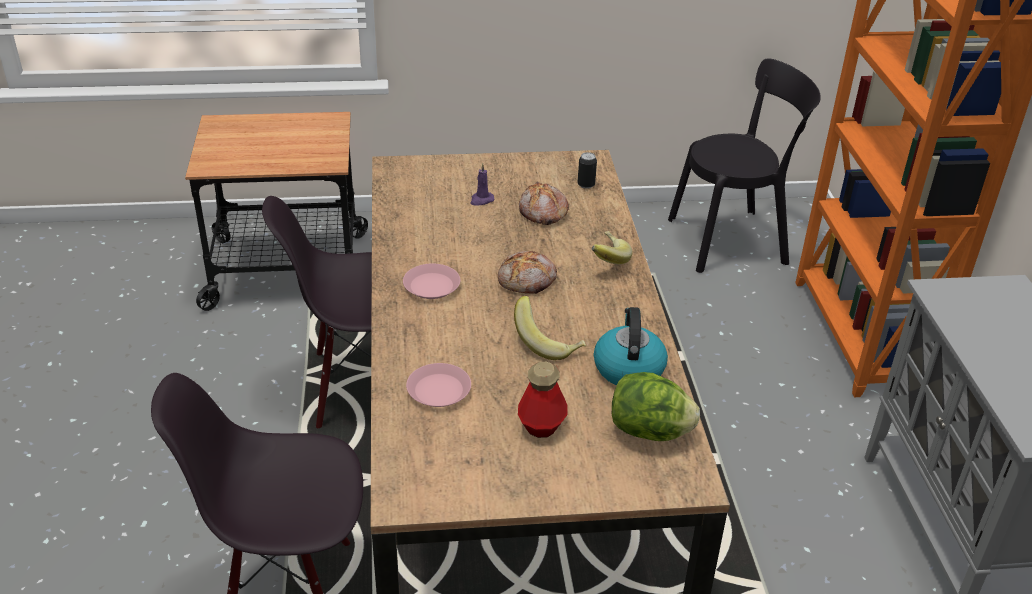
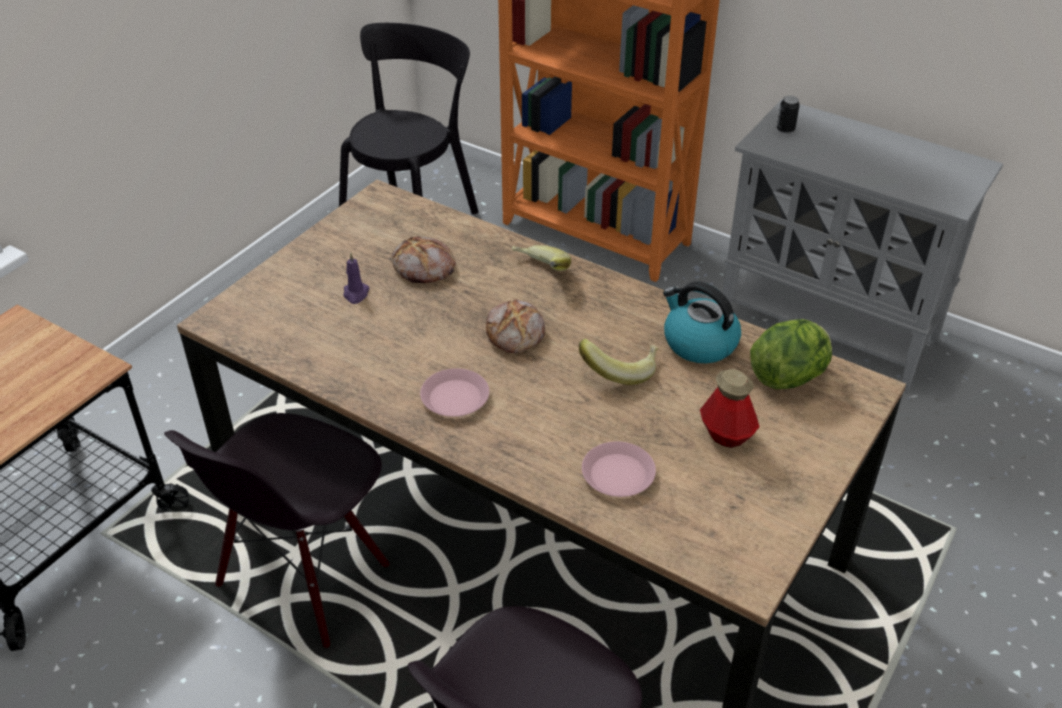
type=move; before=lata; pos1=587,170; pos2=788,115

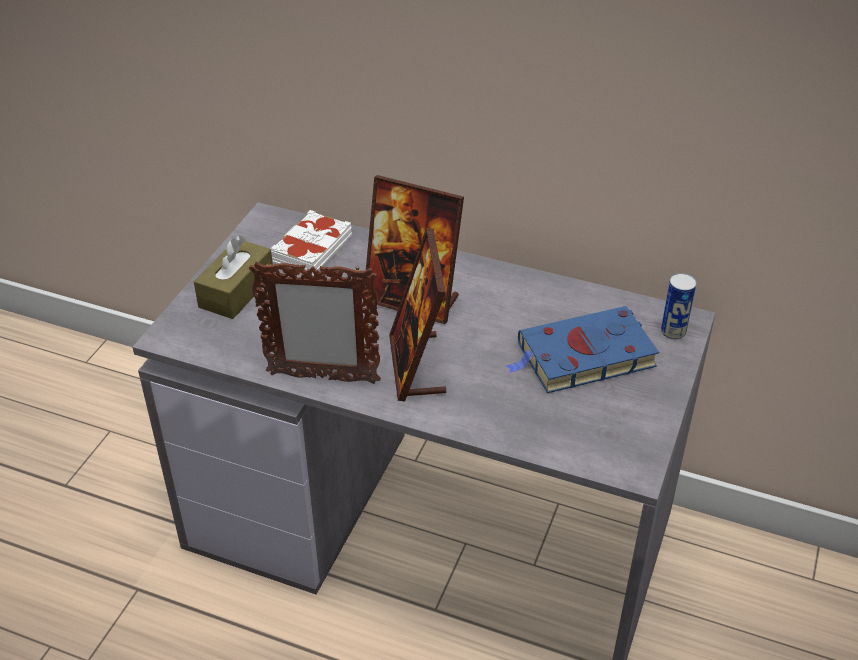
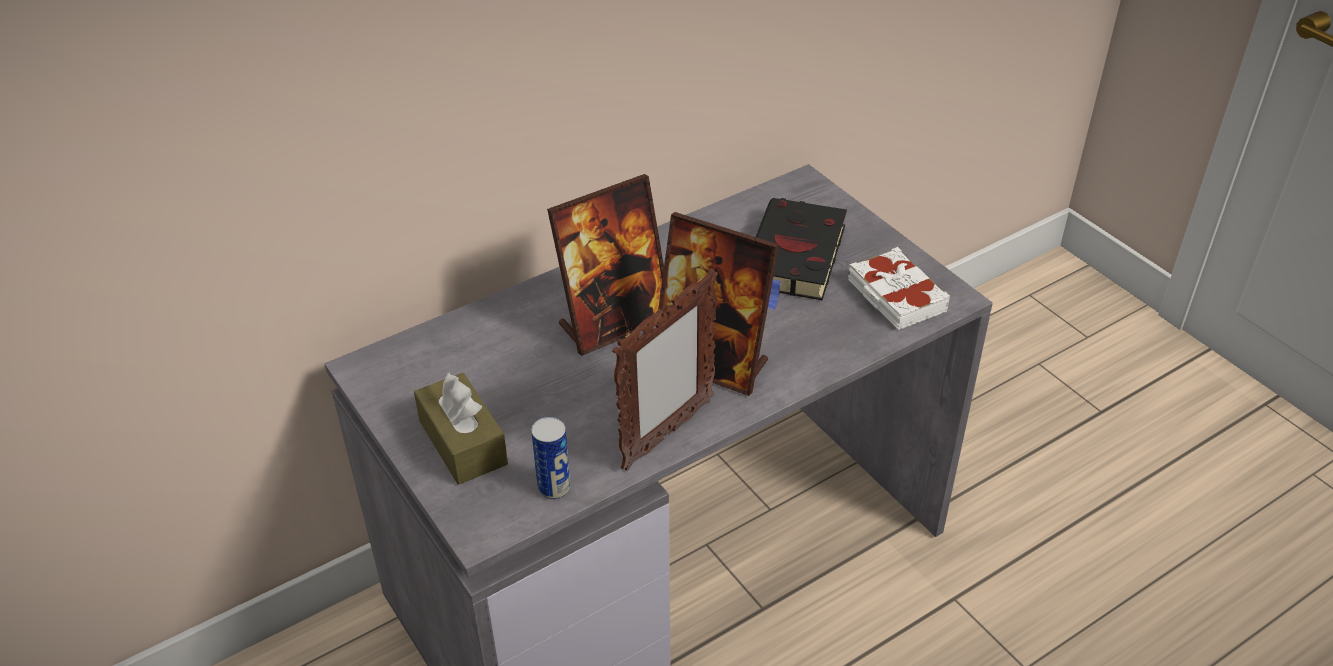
type=move; before=libro/blanco; pos1=311,243; pos2=899,288
type=recolor; before=libro/azul; after=libro/negro; pos1=582,349; pos2=801,254
type=move; before=lata; pos1=678,306; pos2=551,458

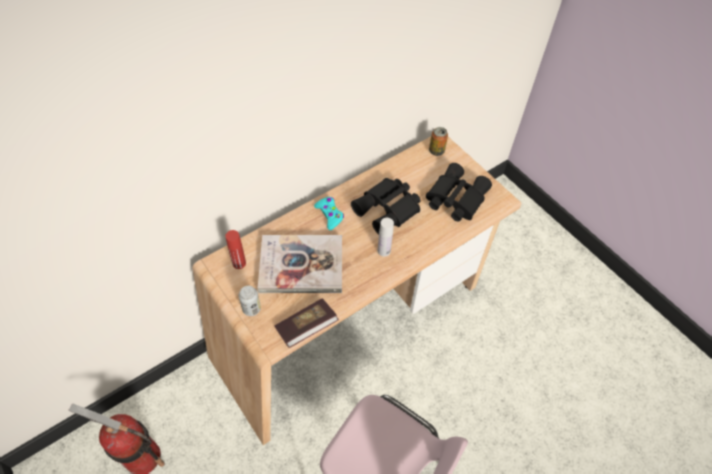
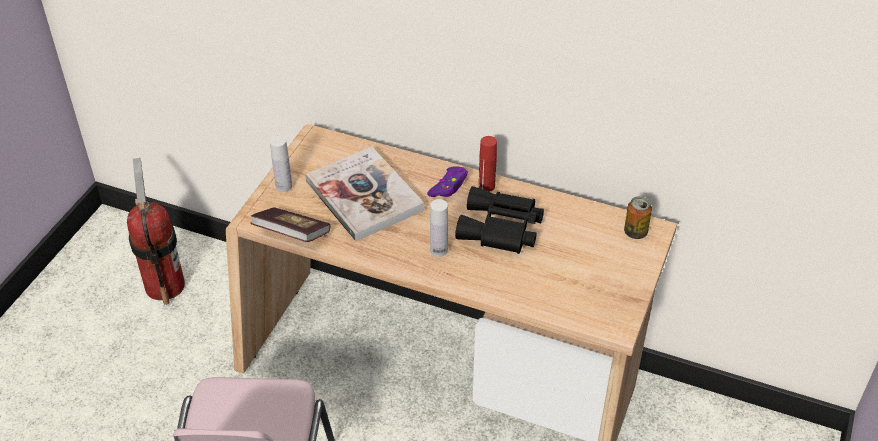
type=move; before=botella/rojo; pos1=235,249; pos2=488,164
type=replace; before=lata; after=botella/blanco; pos1=250,301; pos2=281,164
type=recolor; before=mando de consola/turquesa; after=mando de consola/morado; pos1=329,213; pos2=447,181
type=delete; before=prismáticos/negro; pos1=459,192

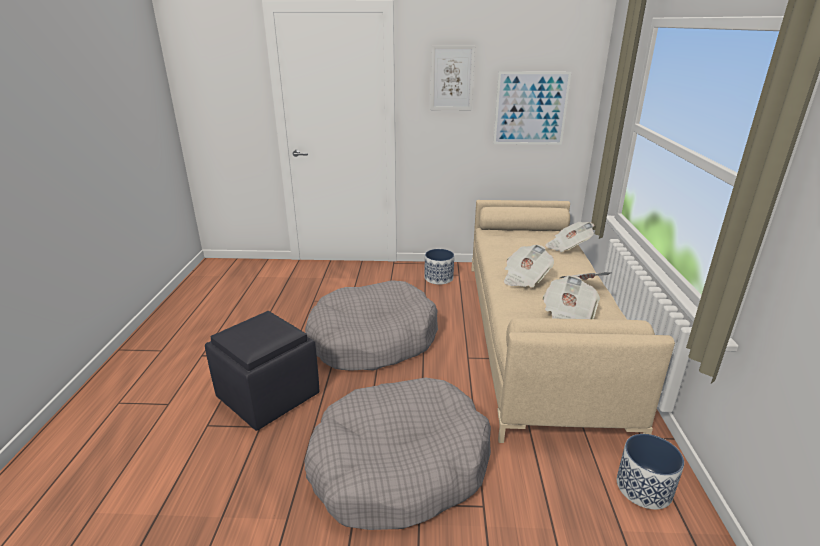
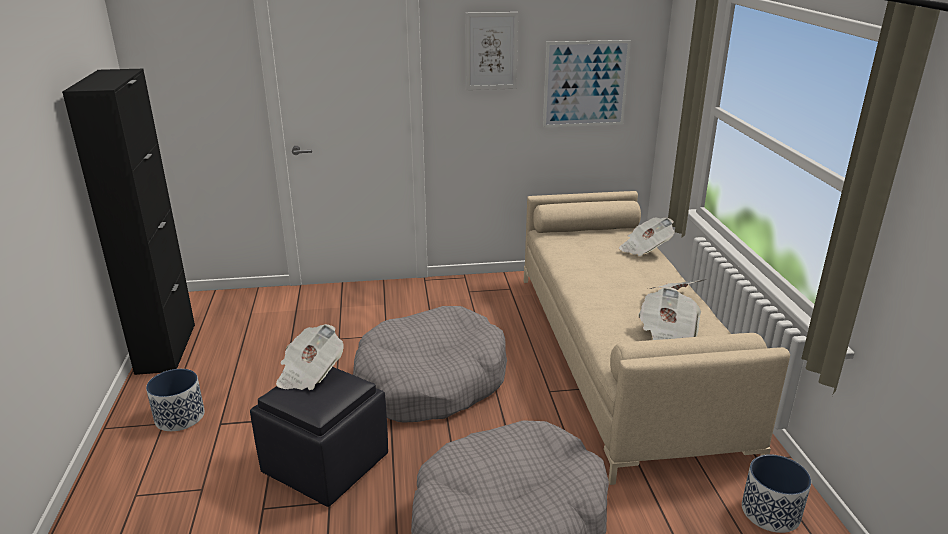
type=move; before=maceta; pos1=439,267; pos2=175,400
type=move; before=periódico; pos1=529,266; pos2=310,357
type=insert; after=armario/negro; pos2=128,222

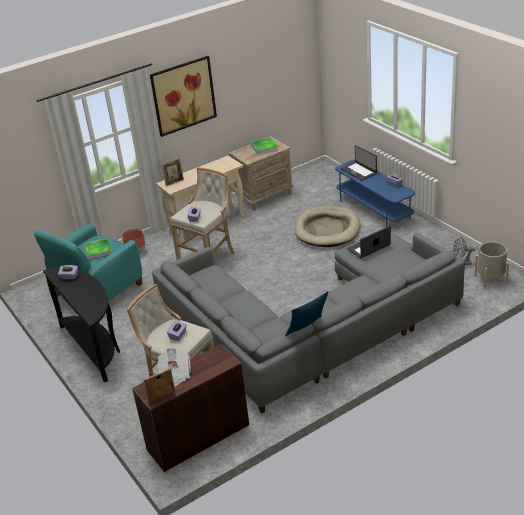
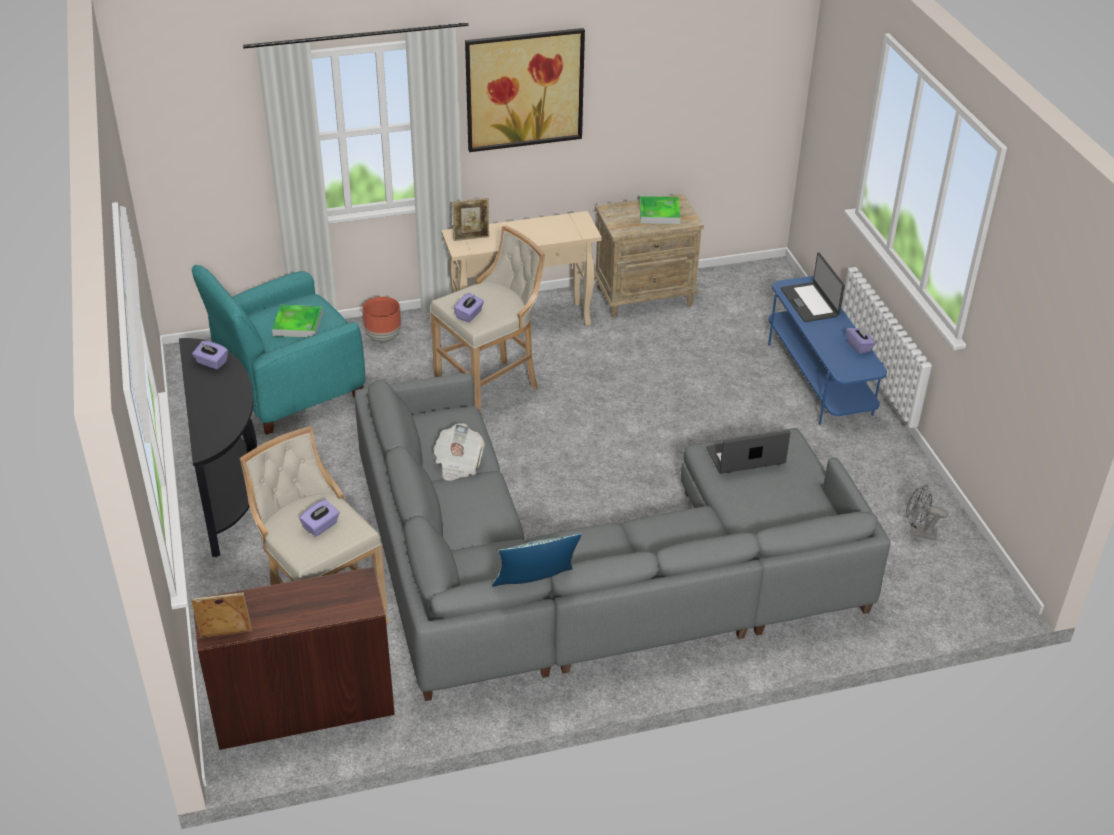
type=move; before=periódico; pos1=174,367; pos2=459,452
type=delete; before=cama para perro/beis; pos1=327,226
type=delete; before=maceta/gris; pos1=491,265

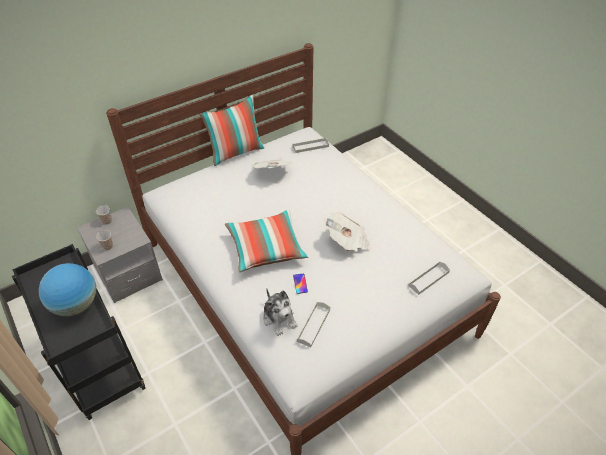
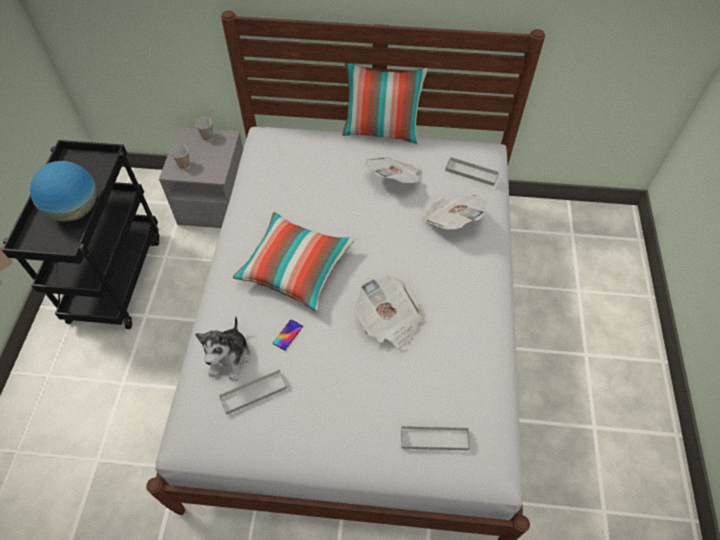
type=insert; after=periódico; pos2=455,212

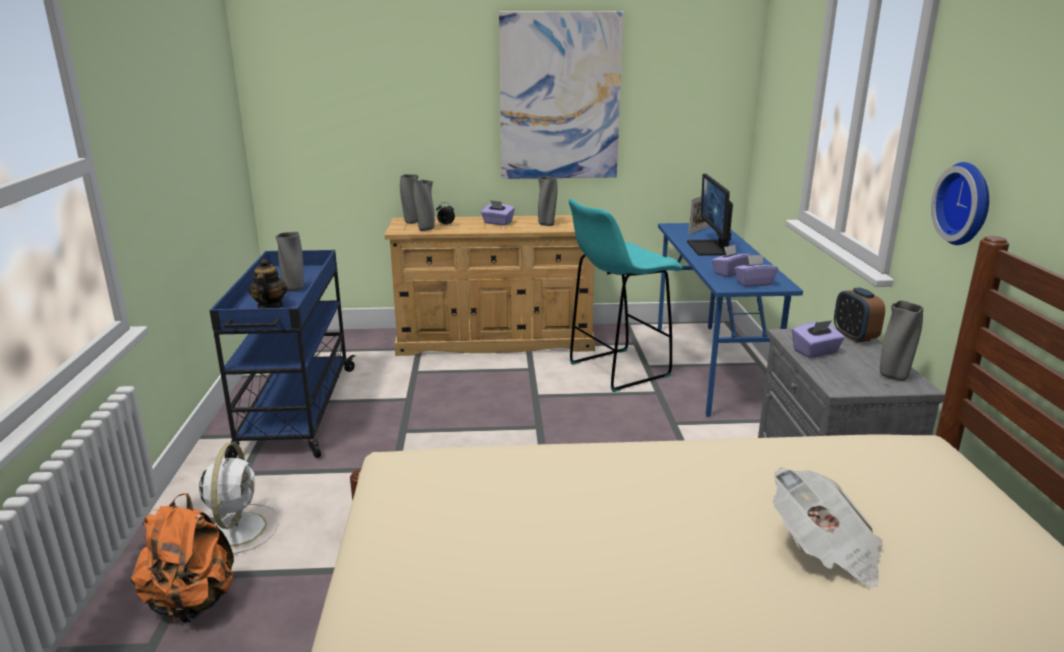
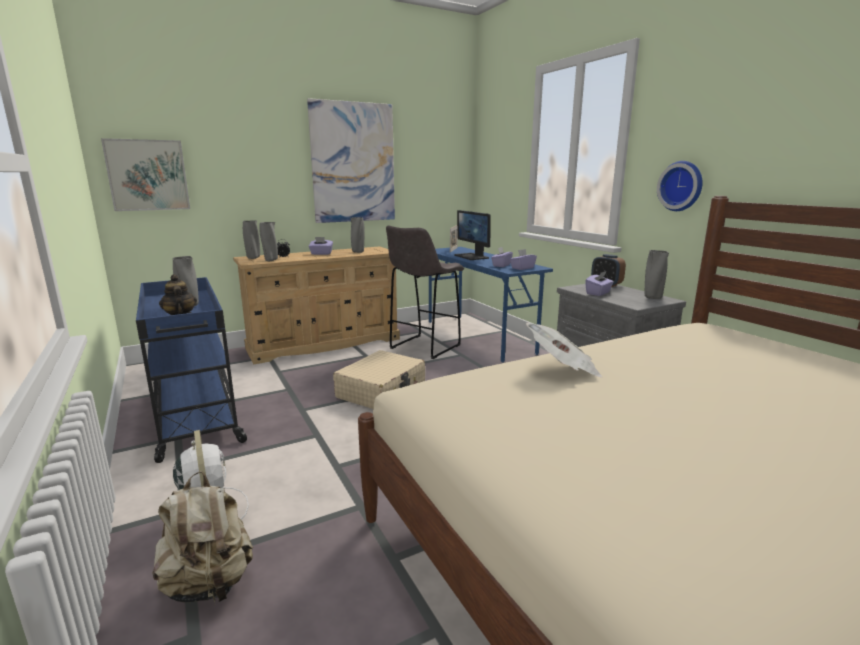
type=recolor; before=mochila/naranja; after=mochila/beis; pos1=182,558; pos2=202,537
type=recolor; before=taburete/turquesa; after=taburete/gris; pos1=626,295; pos2=425,292
type=move; before=periódico; pos1=828,527; pos2=564,350
type=insert; after=cuadro; pos2=145,174
type=insert; after=maleta/beis; pos2=379,379

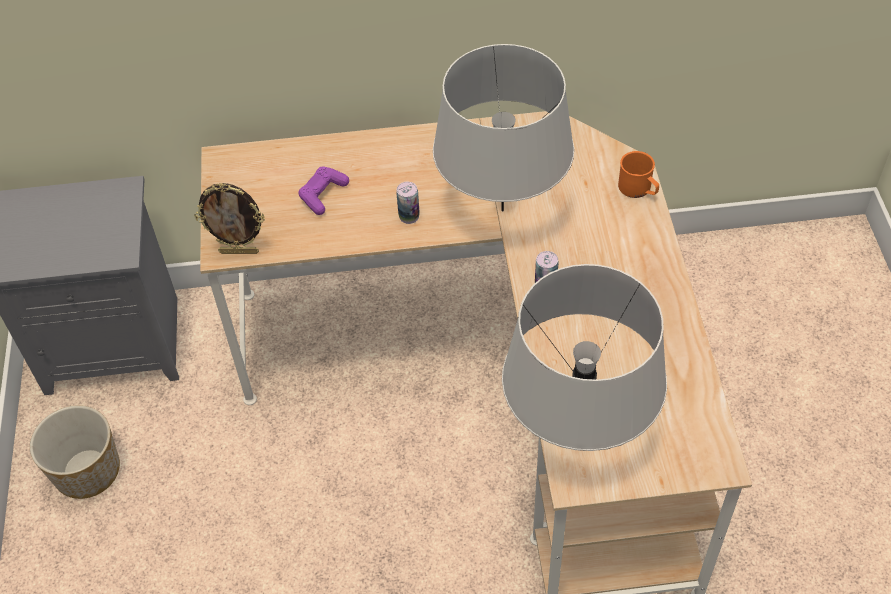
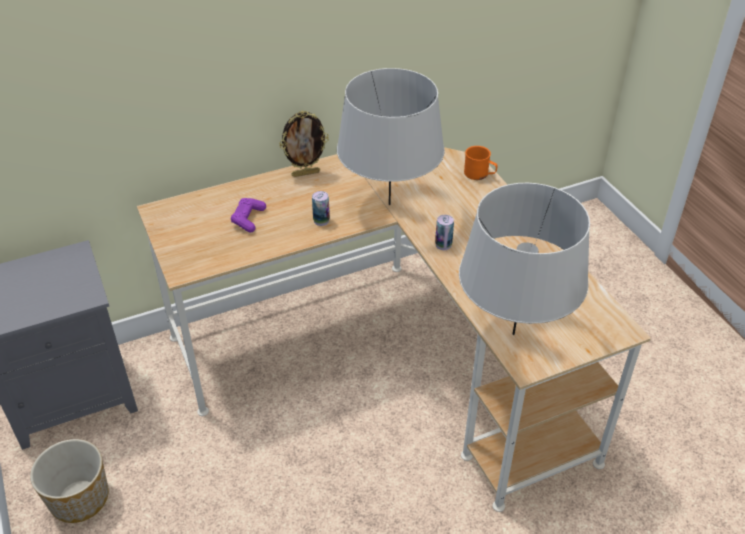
type=move; before=portarretratos; pos1=229,218; pos2=304,144

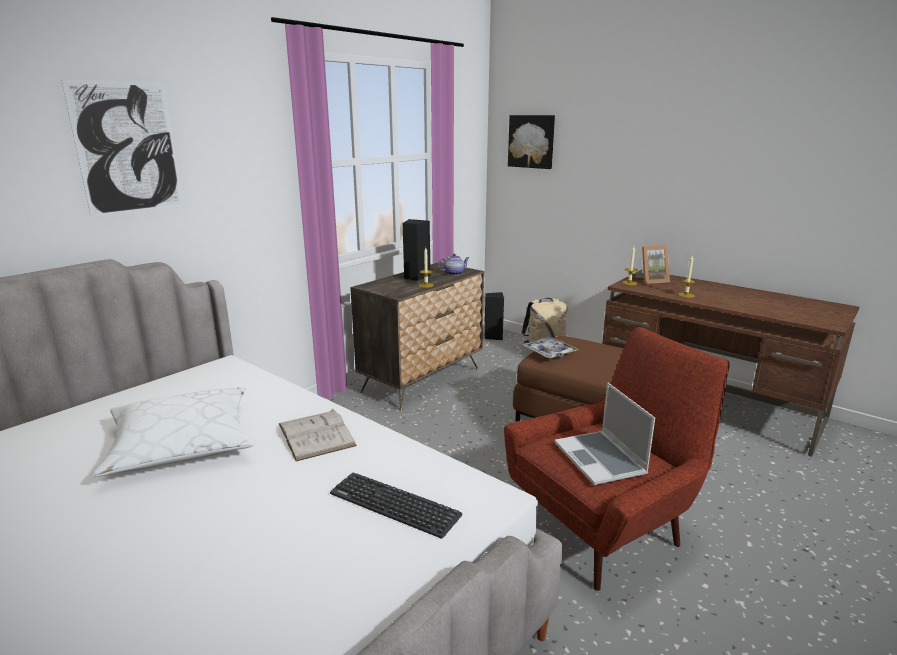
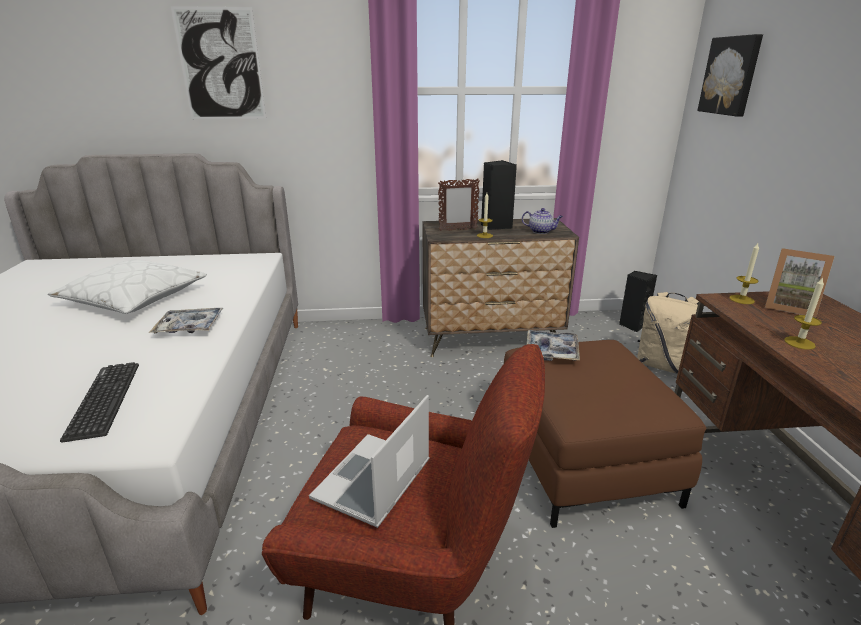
type=replace; before=libro/blanco; after=bandeja; pos1=318,435; pos2=186,321
type=insert; after=portarretratos; pos2=459,204

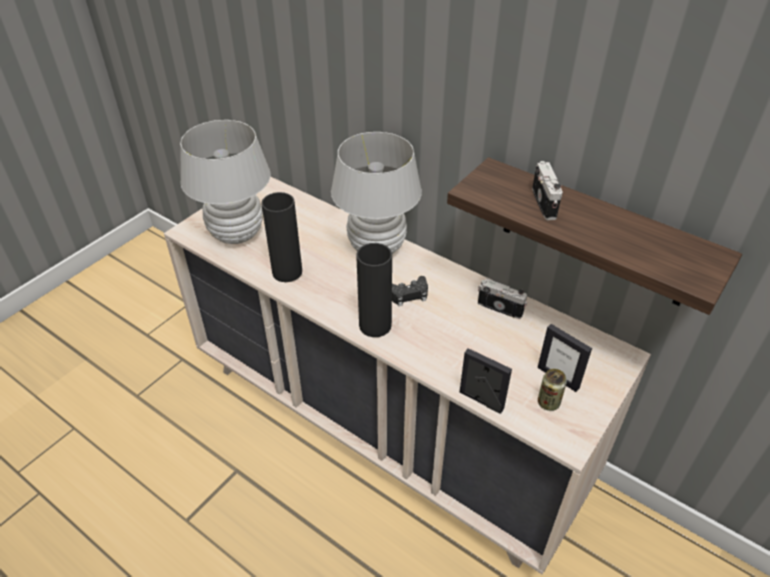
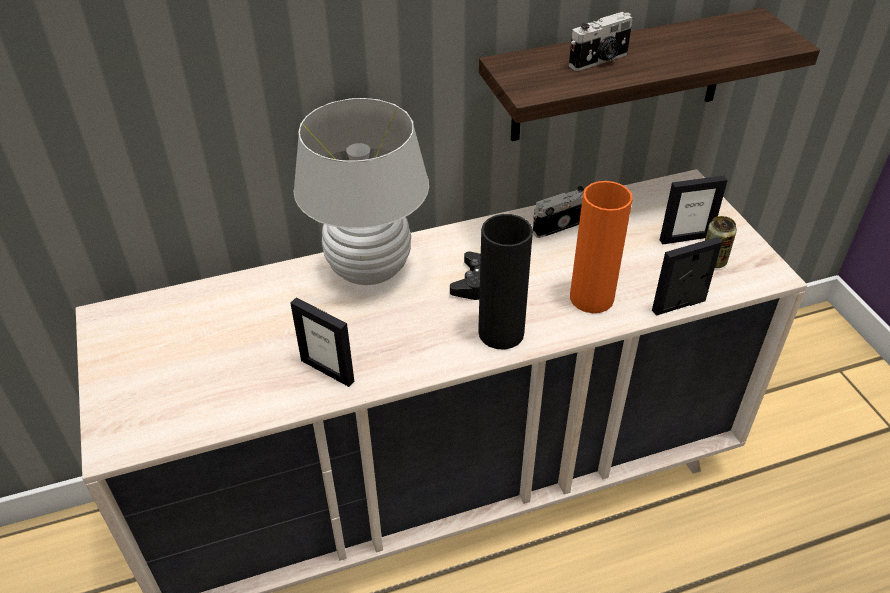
type=delete; before=lámpara de mesa/blanco; pos1=225,182
type=replace; before=florero/negro; after=portarretratos; pos1=281,237; pos2=322,342
type=rotate; before=cámara; pos1=547,190; pos2=600,41; turn=120
type=insert; after=florero/naranja; pos2=601,247

